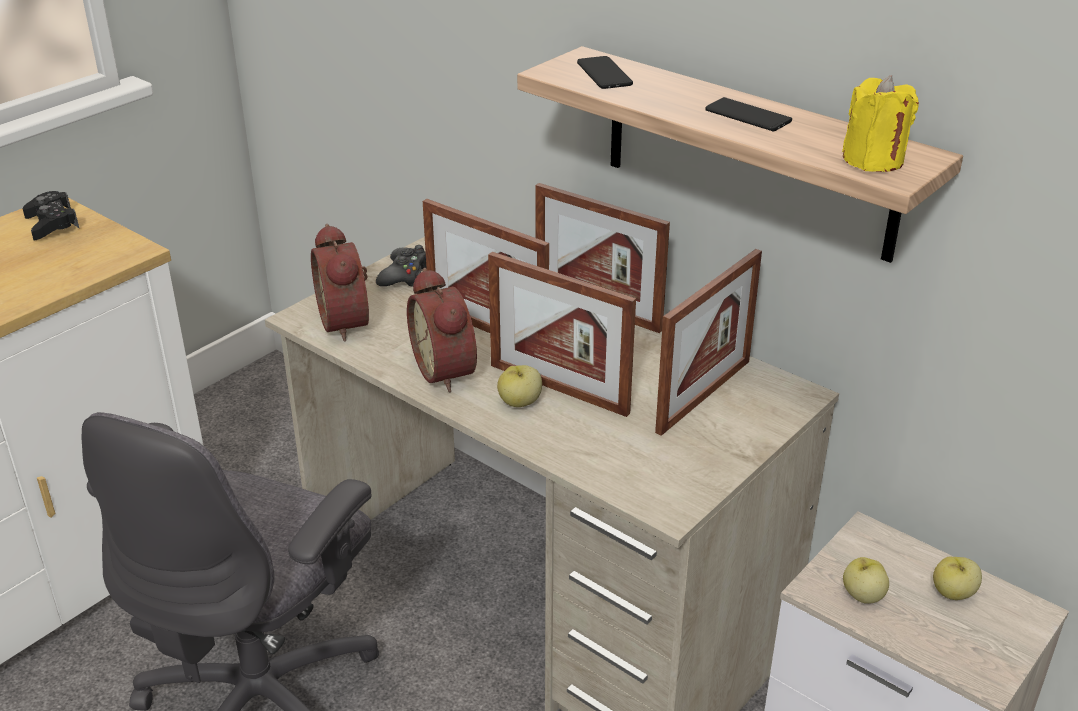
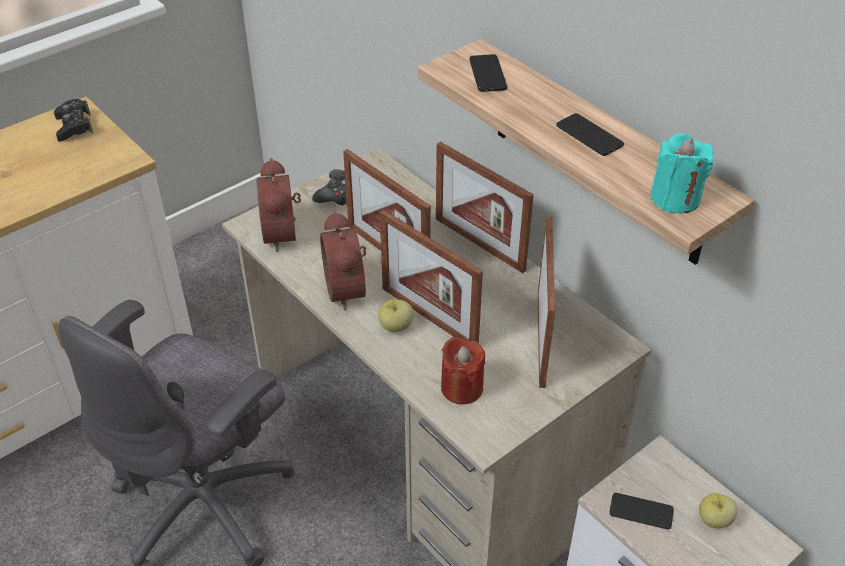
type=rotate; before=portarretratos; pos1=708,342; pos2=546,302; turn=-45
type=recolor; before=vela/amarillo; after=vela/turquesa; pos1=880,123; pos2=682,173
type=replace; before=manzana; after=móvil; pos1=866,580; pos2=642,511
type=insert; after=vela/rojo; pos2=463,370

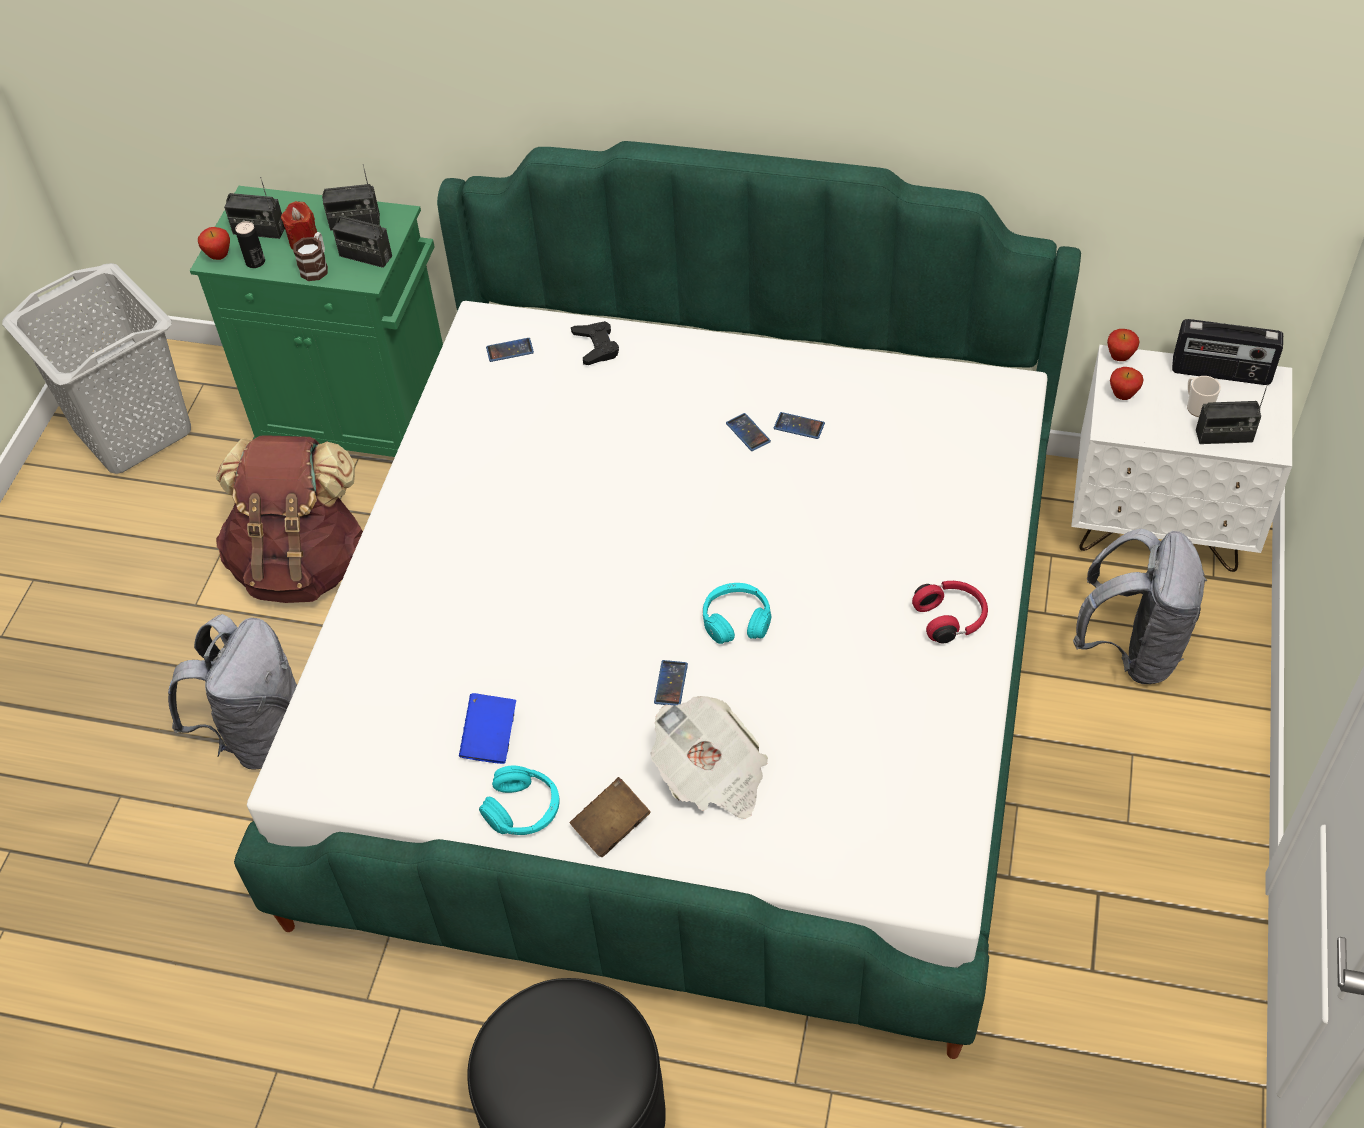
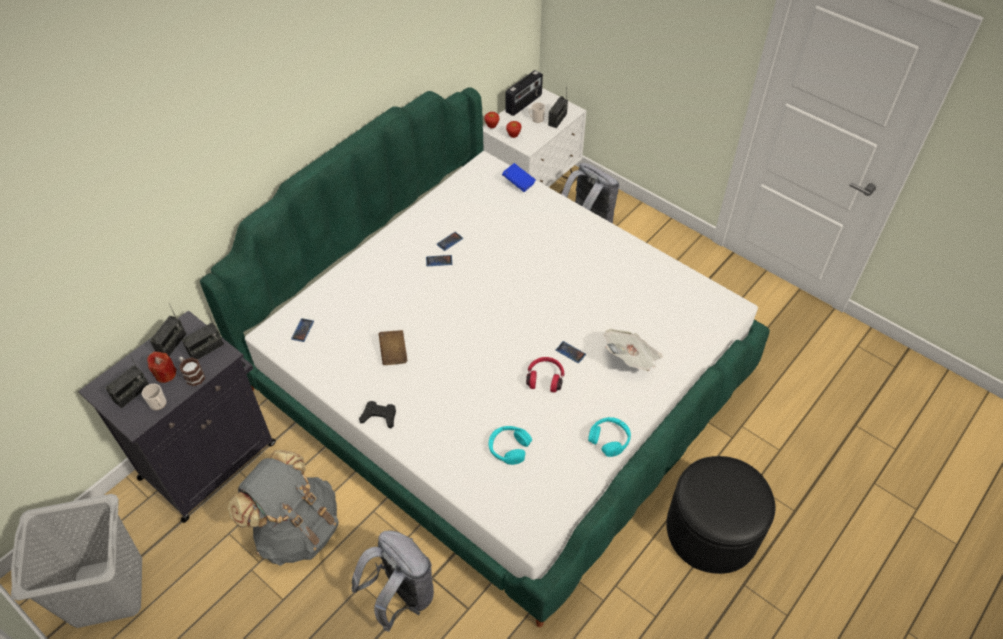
type=recolor; before=armario/verde; after=armario/negro; pos1=316,321; pos2=177,416
type=delete; before=manzana; pos1=214,243
type=recolor; before=mochila/marrón; after=mochila/gris; pos1=289,519; pos2=283,508
type=replace; before=lata; after=taza grande; pos1=250,244; pos2=154,397
type=move; before=libro/azul; pos1=487,728; pos2=519,177
type=move; before=libro/marrón; pos1=610,817; pos2=392,347
type=move; before=mando de consola/negro; pos1=595,343; pos2=377,414
type=move; before=auriculares/turquesa; pos1=737,613; pos2=510,445
type=move; before=auriculares/rojo; pos1=950,612; pos2=545,375

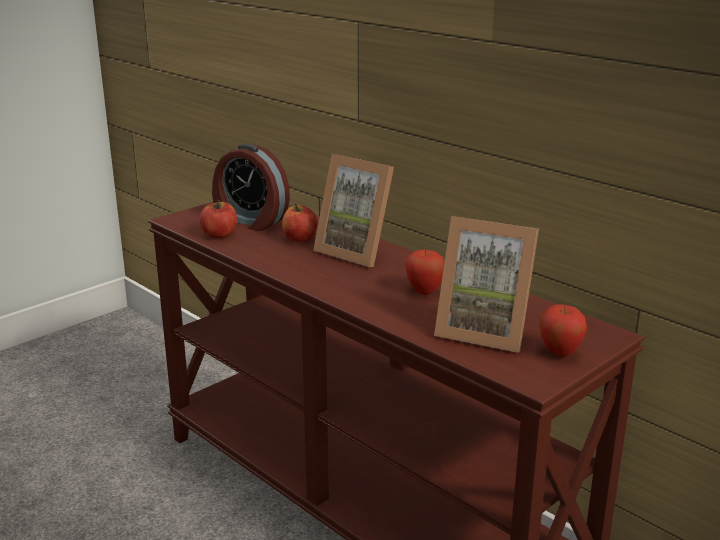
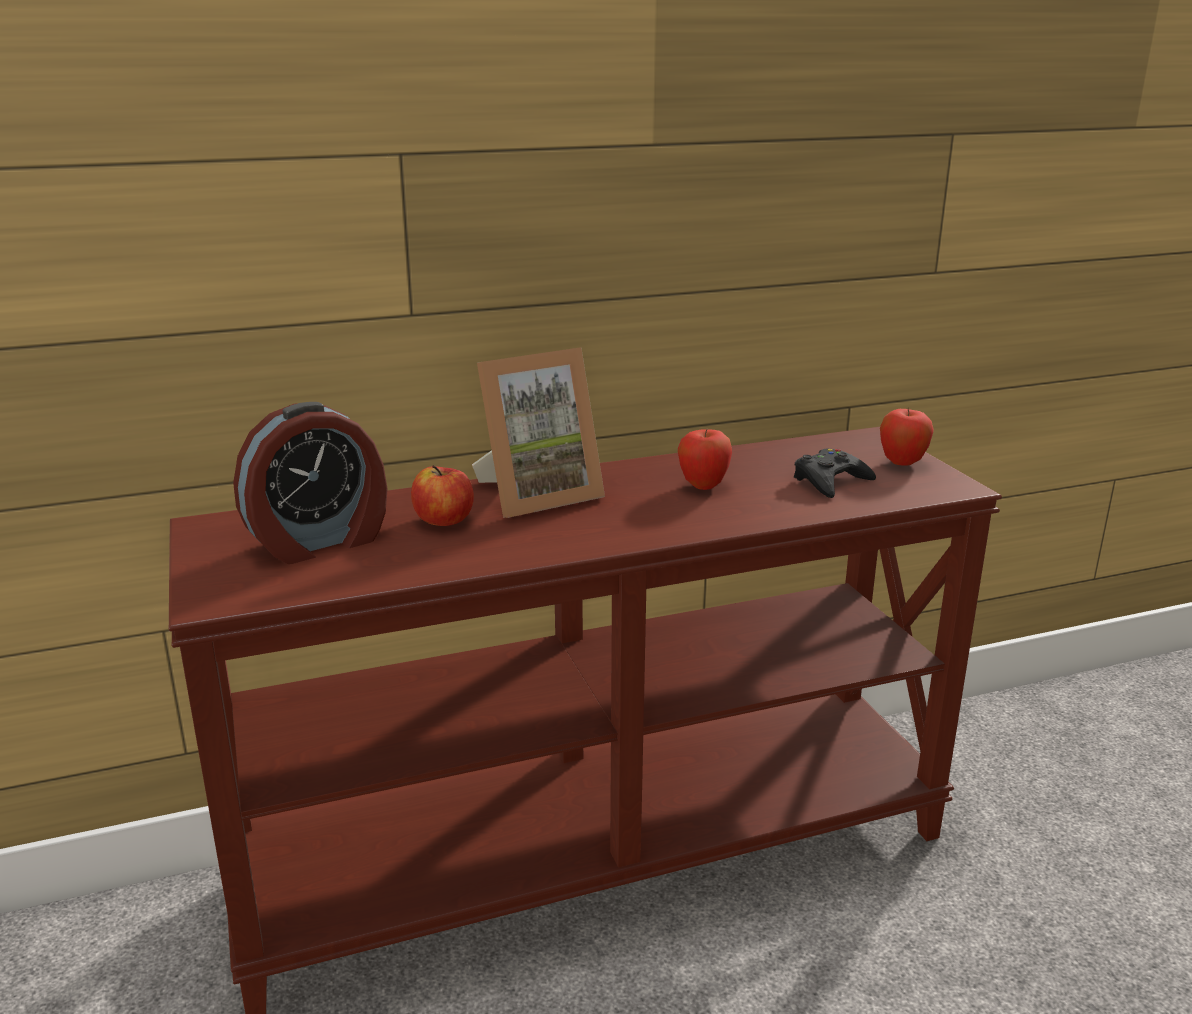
type=delete; before=manzana; pos1=218,219
type=replace; before=portarretratos; after=mando de consola/negro; pos1=486,284; pos2=835,473

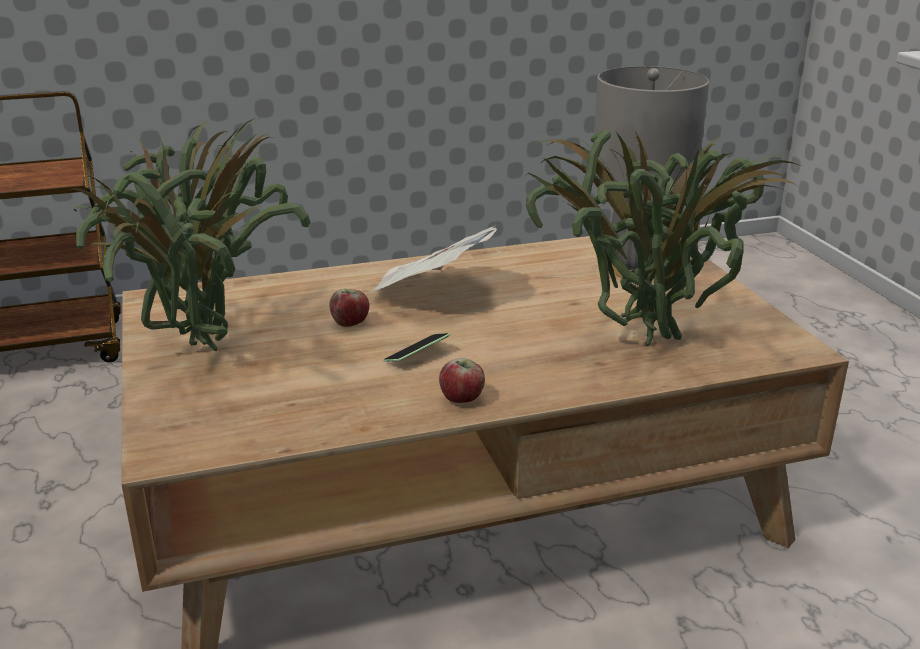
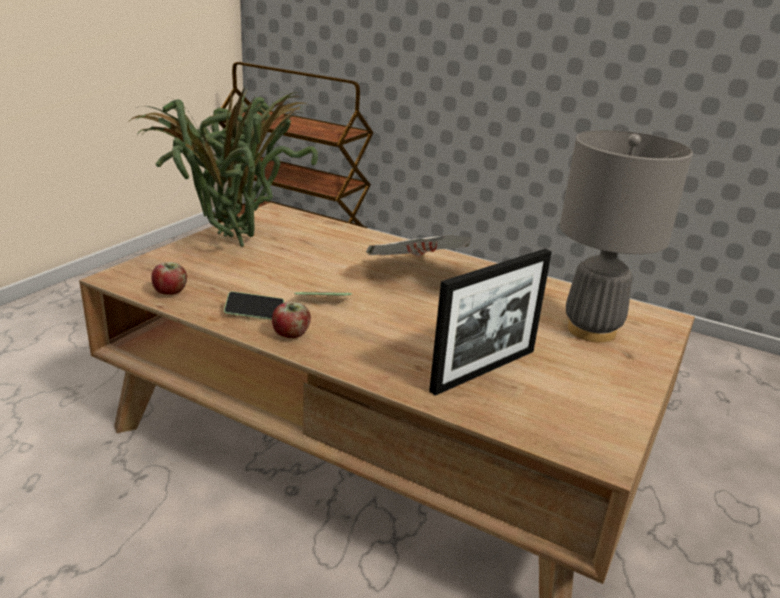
type=move; before=manzana; pos1=349,308; pos2=169,278
type=replace; before=planta en maceta; after=portarretratos; pos1=663,237; pos2=490,322
type=insert; after=móvil; pos2=254,305

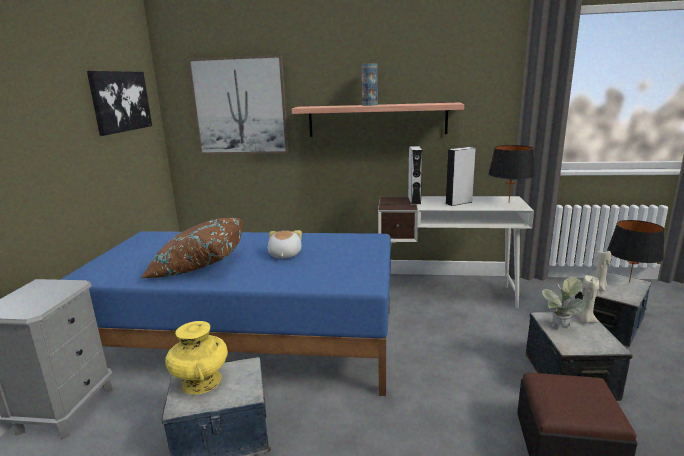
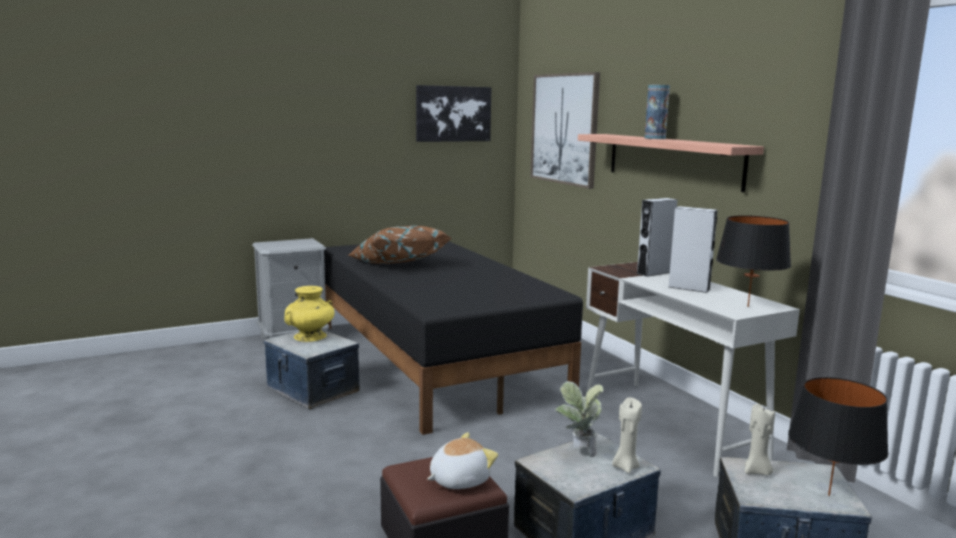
type=recolor; before=cama/azul; after=cama/negro; pos1=225,313; pos2=453,338
type=move; before=peluche; pos1=285,244; pos2=462,460

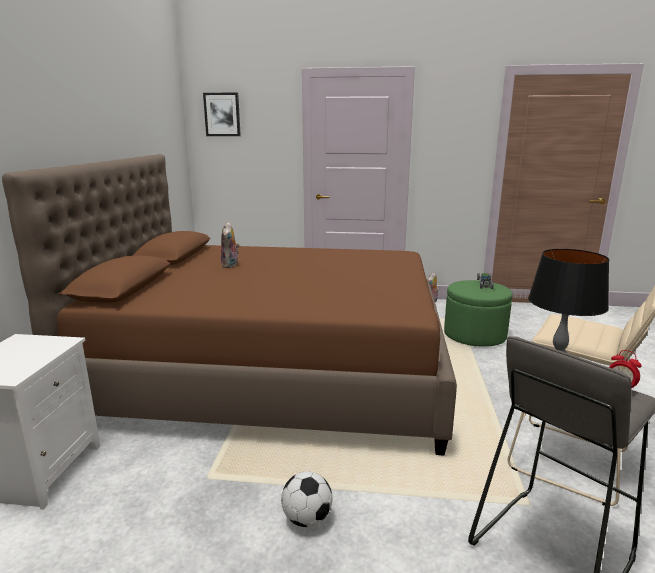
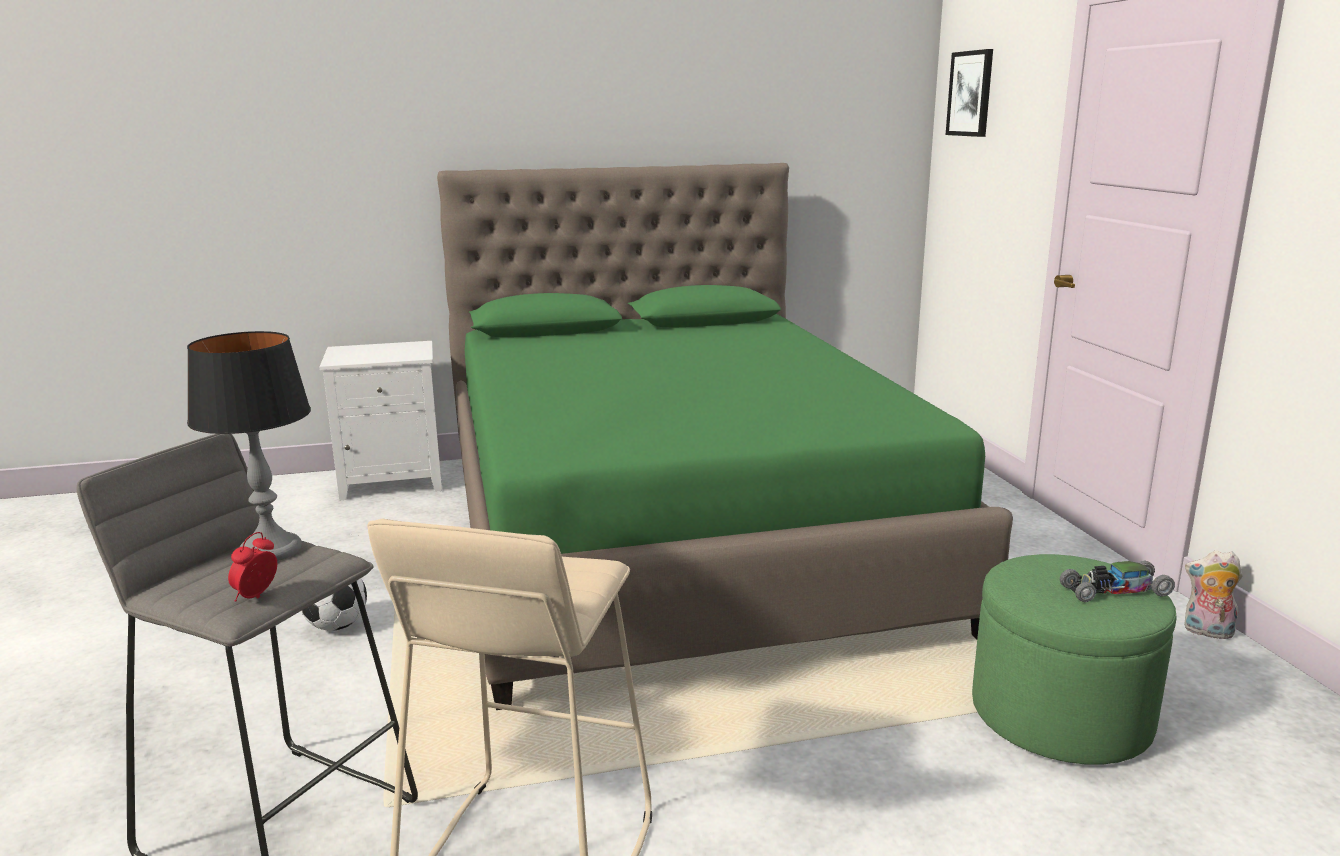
type=recolor; before=cama/marrón; after=cama/verde; pos1=229,305; pos2=725,436
type=delete; before=peluche; pos1=230,245

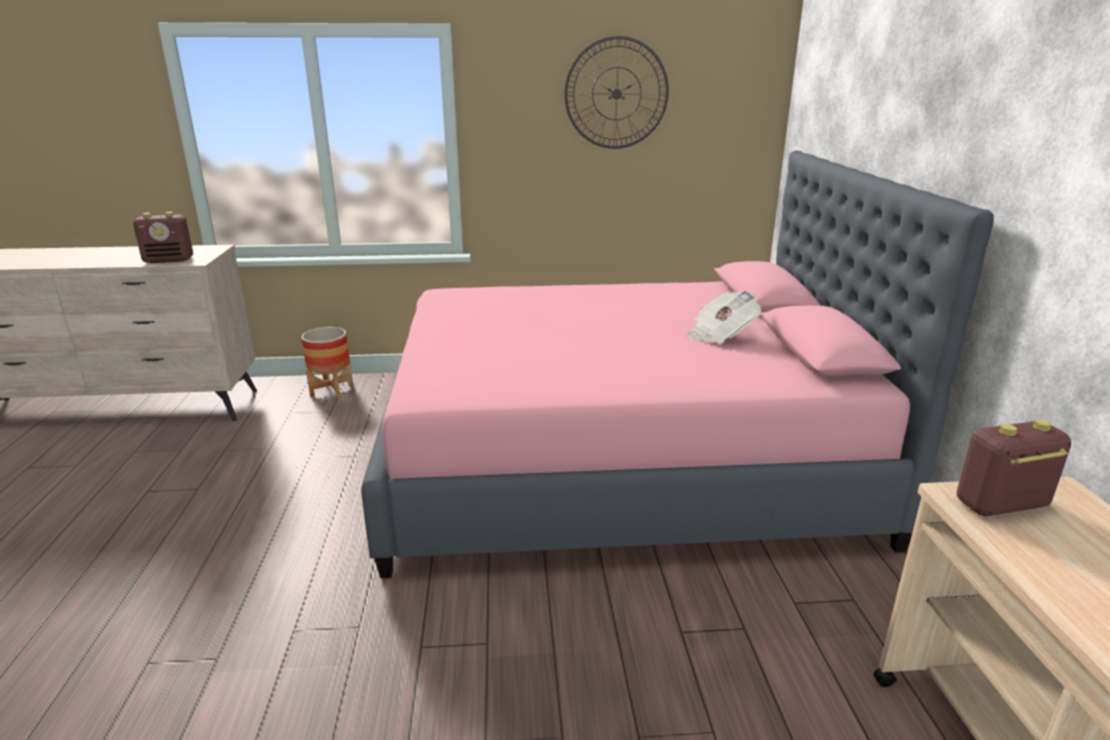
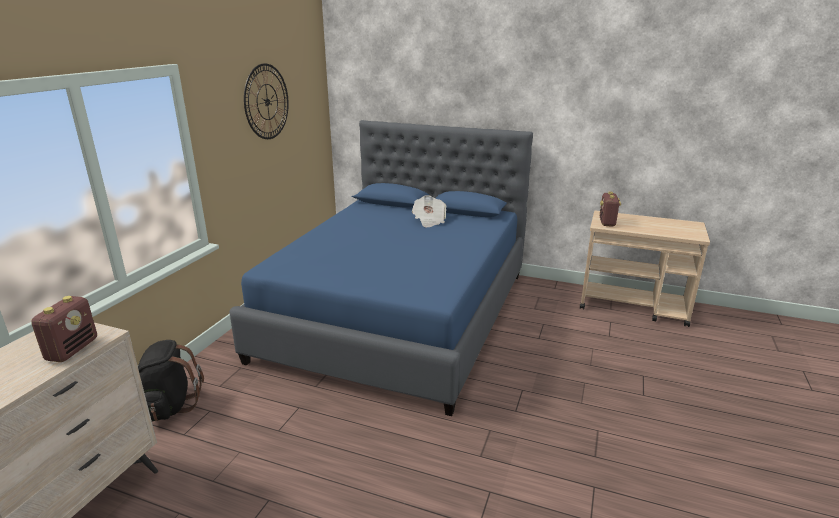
type=replace; before=maceta; after=mochila/negro; pos1=327,363; pos2=171,380
type=recolor; before=cama/rosa; after=cama/azul; pos1=677,364; pos2=381,268

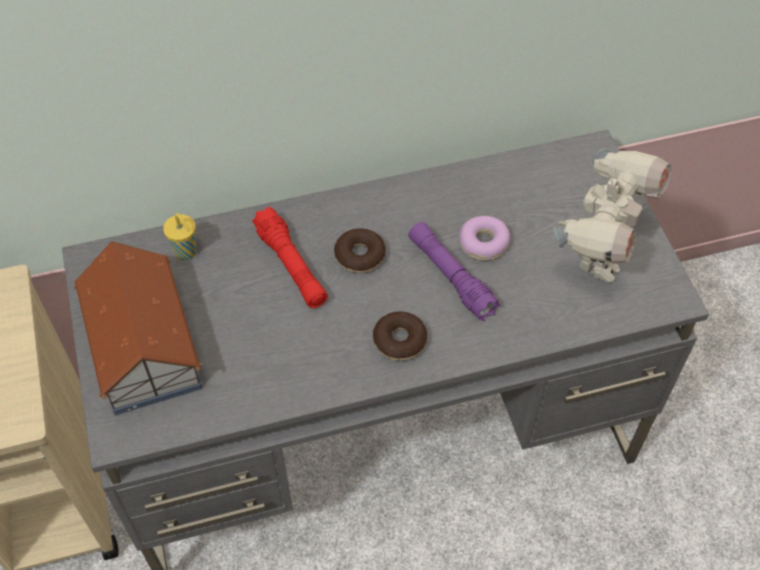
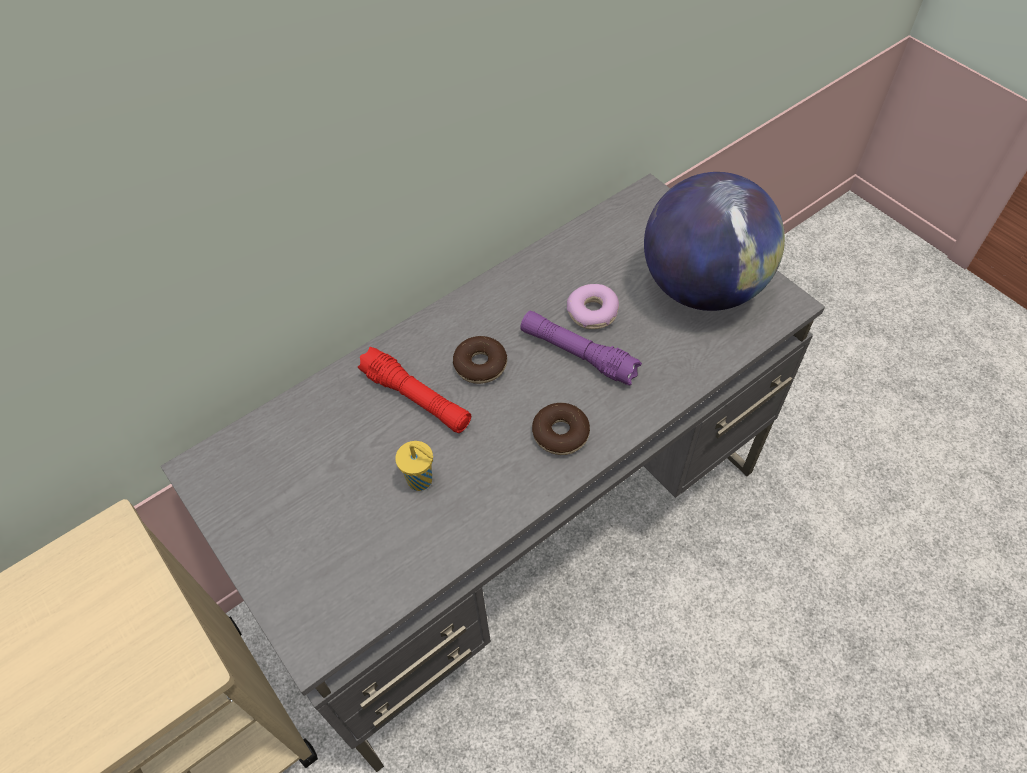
type=delete; before=casita; pos1=138,328
type=move; before=taza/amarillo; pos1=180,236; pos2=414,466
type=replace; before=robot de juguete; after=globo terráqueo; pos1=612,216; pos2=714,241

